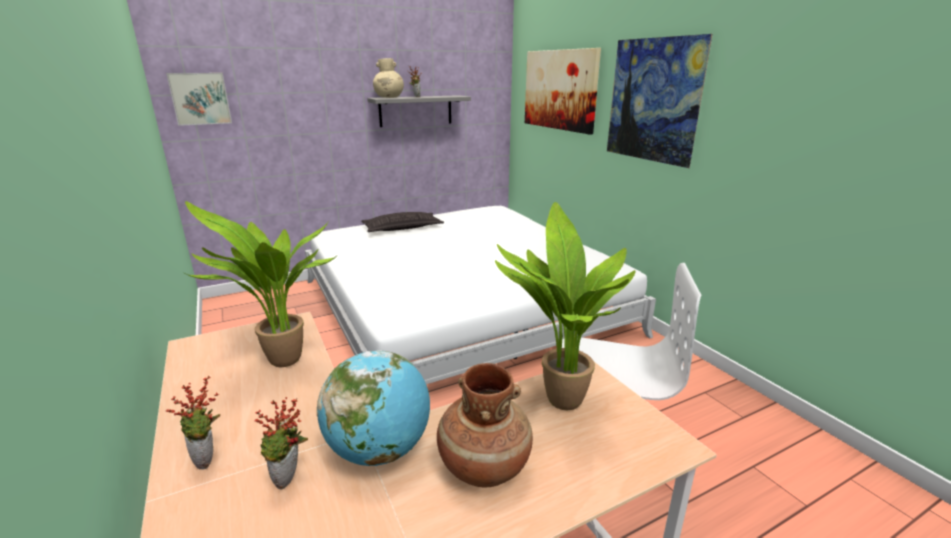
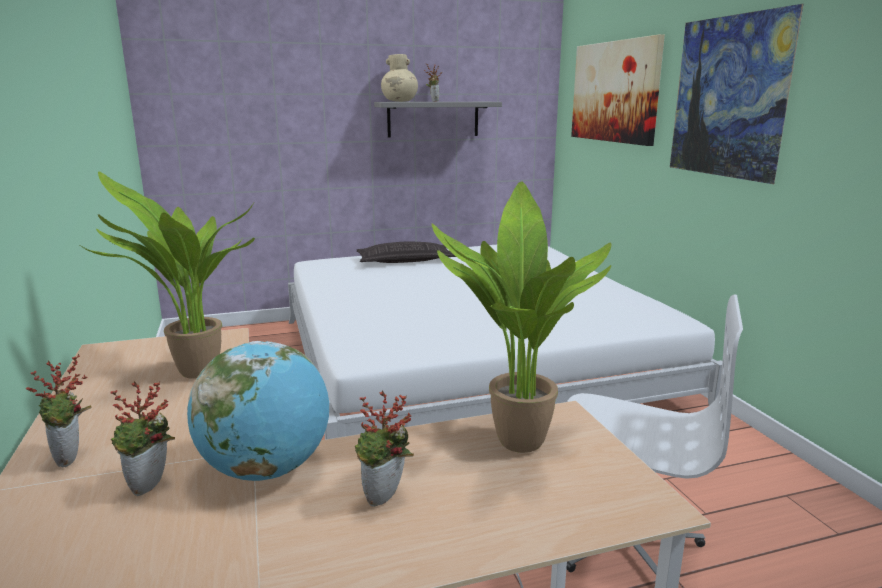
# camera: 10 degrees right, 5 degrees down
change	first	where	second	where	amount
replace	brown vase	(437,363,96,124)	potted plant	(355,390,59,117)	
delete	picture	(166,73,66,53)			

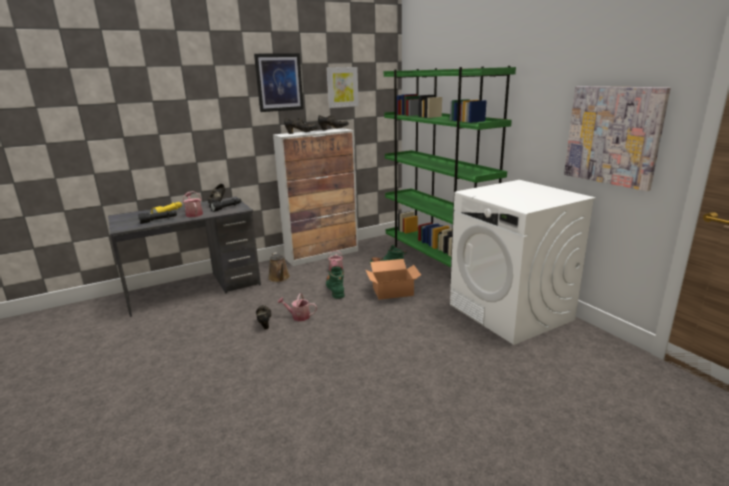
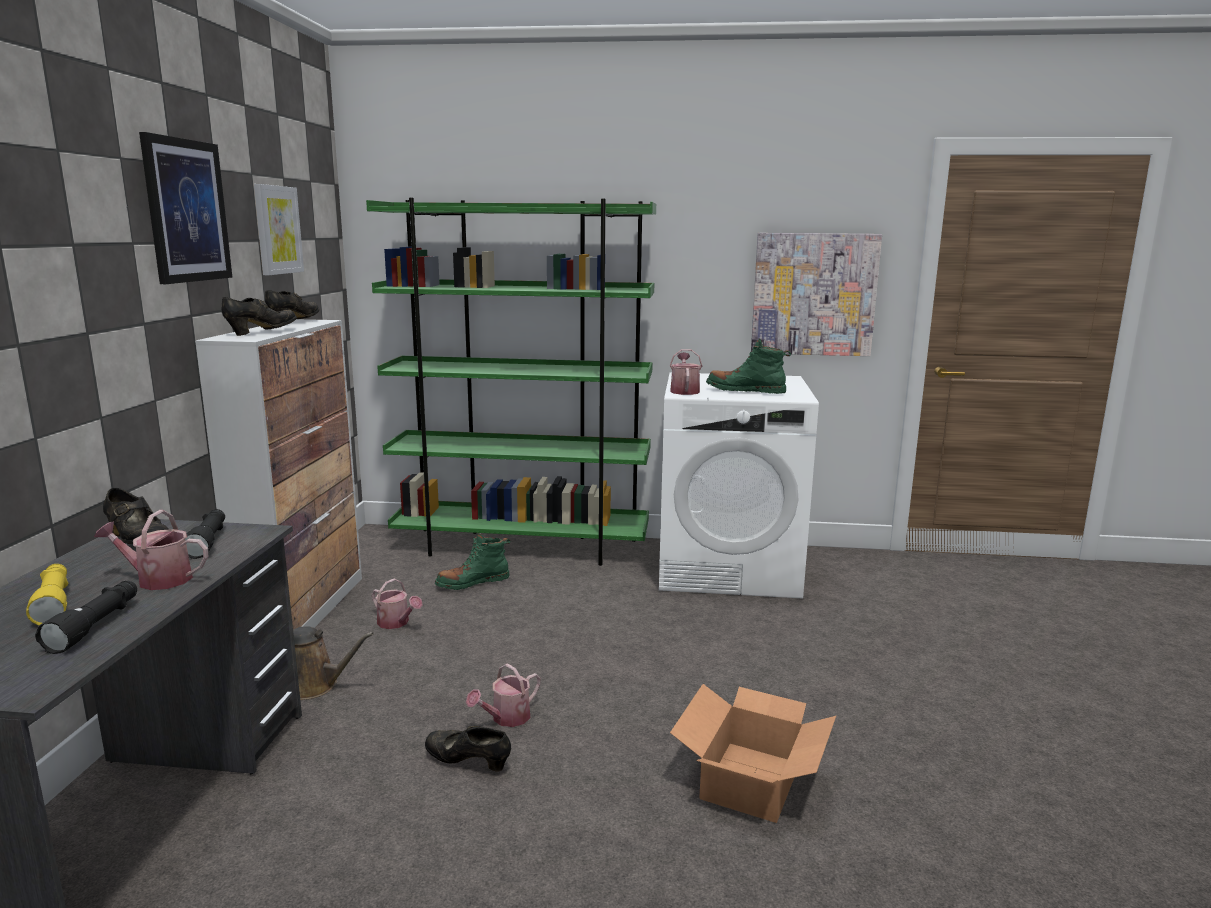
# camera: 55 degrees left, 5 degrees down
change	first	where	second	where	amount
insert			watering can	(670,349,32,46)	
move	cardboard box	(366,259,55,41)		(670,684,166,139)	
move	green boot	(326,266,19,33)		(706,339,85,55)	

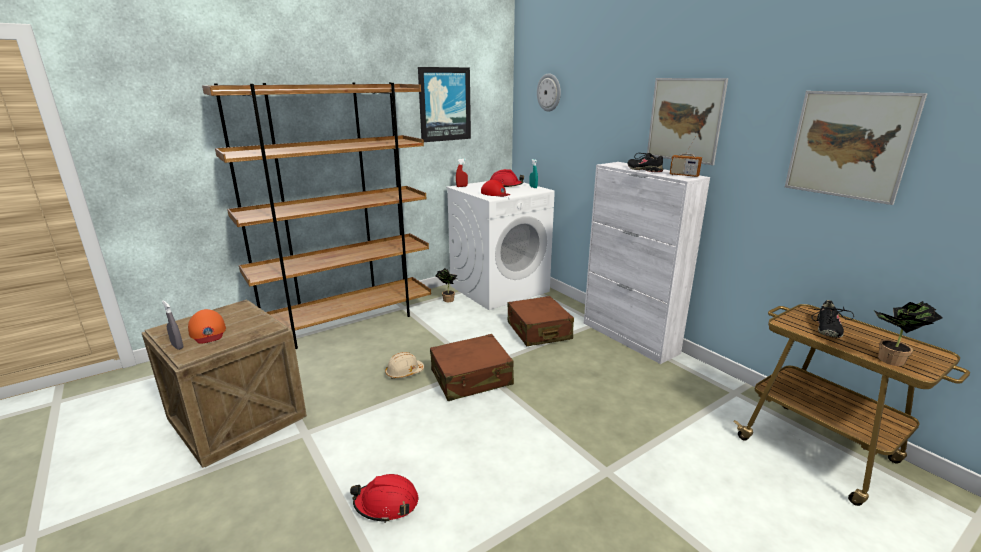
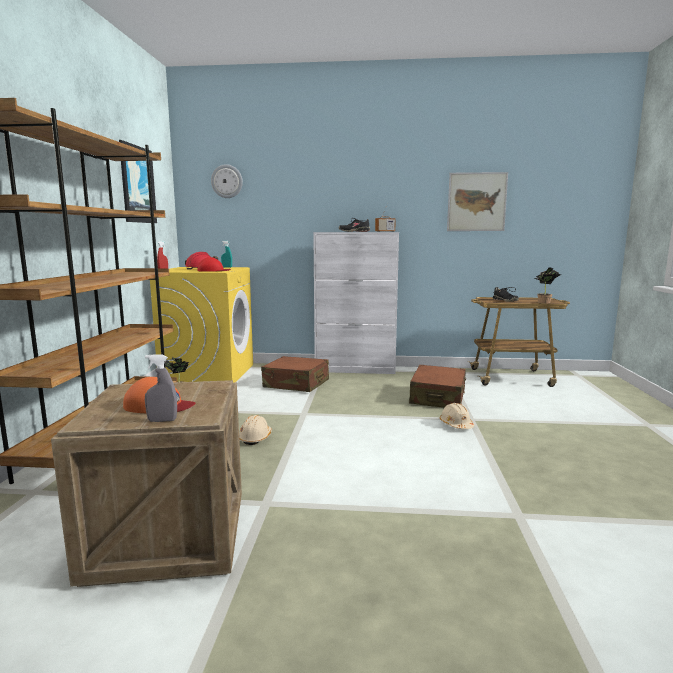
# camera: 50 degrees left, 10 degrees down
change	first	where	second	where	amount
recolor	white washing machine	(446,181,109,129)	yellow washing machine	(150,267,103,116)	
move	brown suitcase	(430,334,84,67)		(409,365,57,43)	
insert			beige hard hat	(440,403,34,26)	
delete	red hard hat	(350,474,68,49)			
delete	picture	(647,78,81,87)			

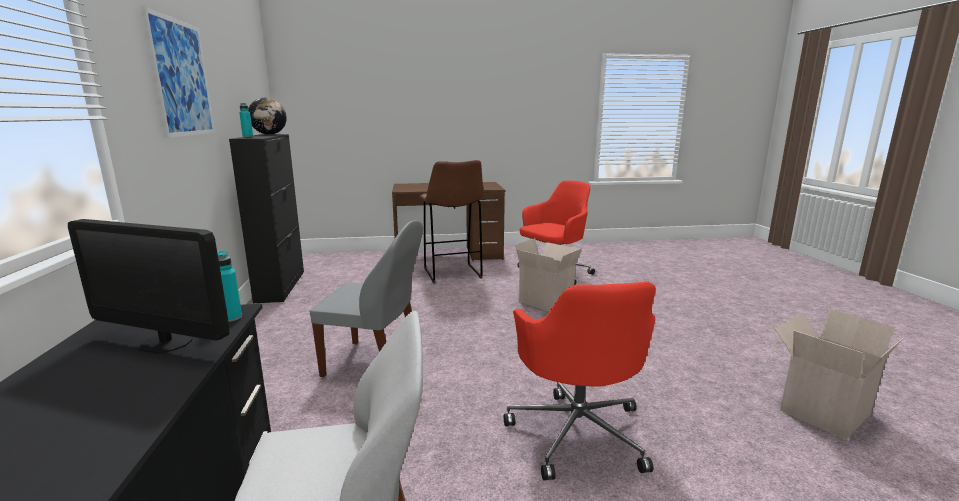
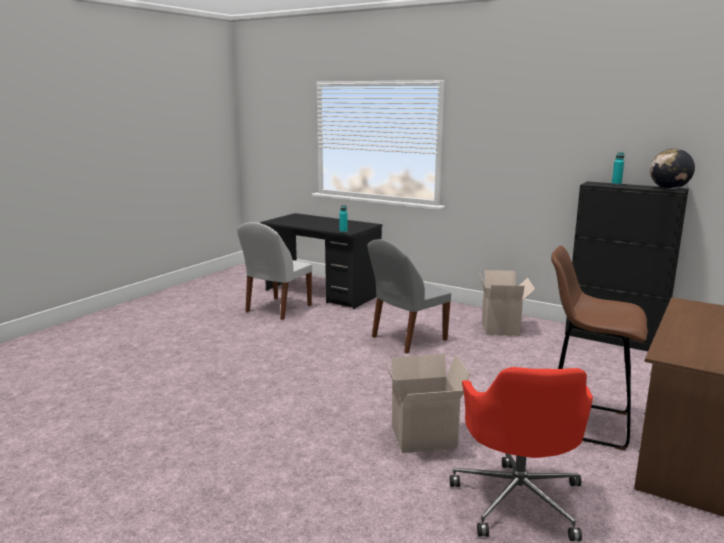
# camera: 130 degrees right, 0 degrees up
change	first	where	second	where	amount
move	cardboard box	(775,309,129,131)		(479,270,56,66)	
delete	monitor	(68,219,162,135)			
delete	picture	(141,6,74,132)			
delete	red office chair	(504,281,152,200)			

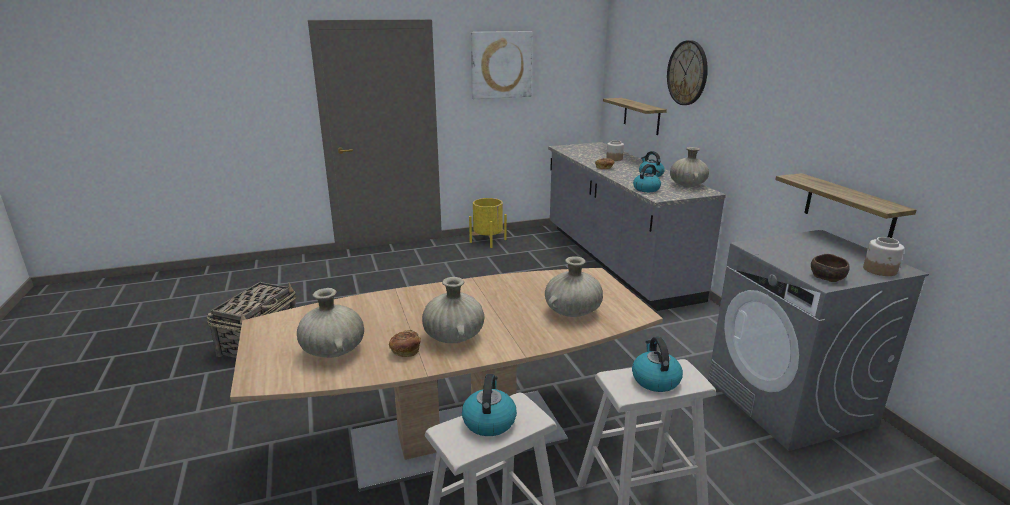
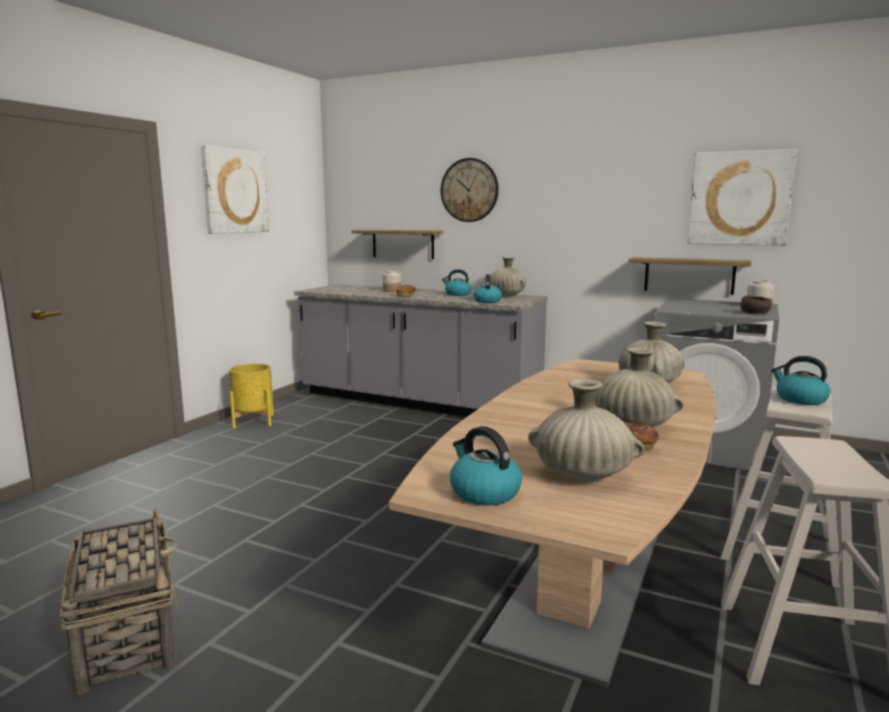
# camera: 45 degrees left, 10 degrees down
change	first	where	second	where	amount
move	kettle	(462,374,55,62)		(450,426,72,79)	
insert			picture	(688,149,109,97)	

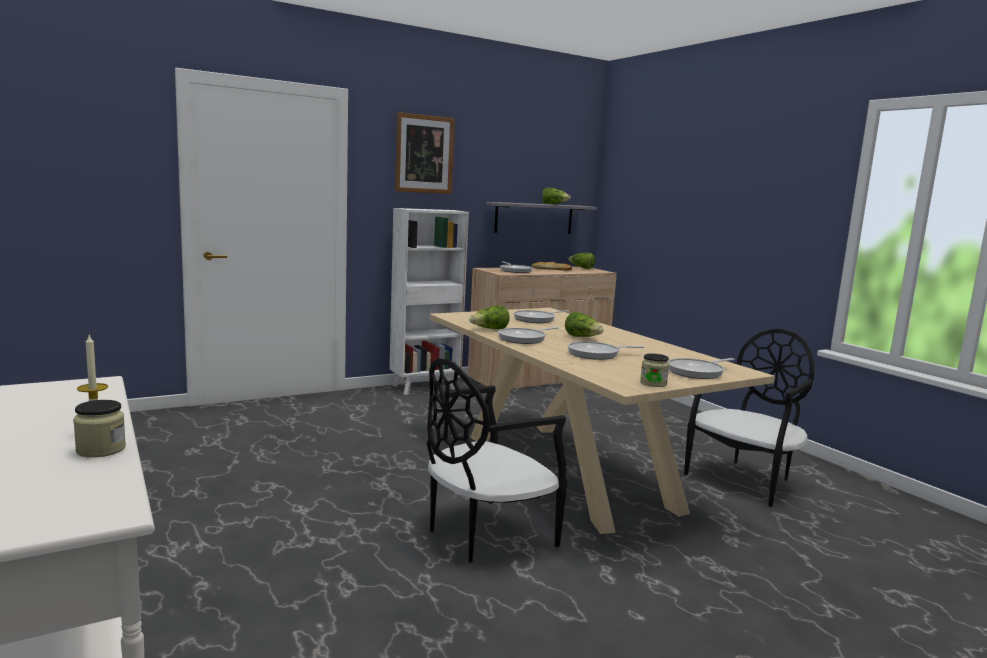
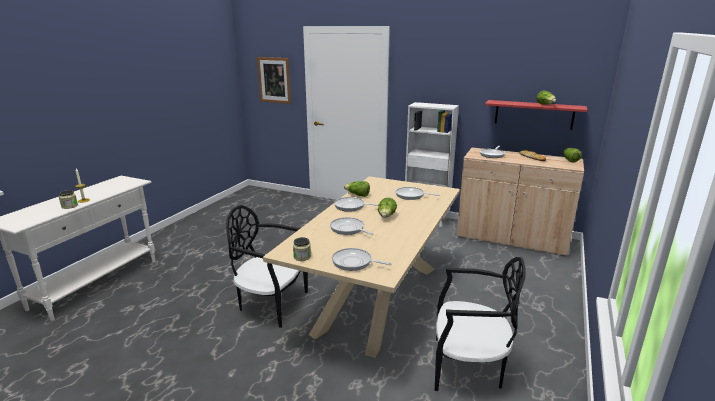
# camera: 55 degrees right, 10 degrees up
change	first	where	second	where	amount
move	picture	(395,112,59,82)		(257,57,34,47)	
recolor	grey shelf	(486,202,111,32)	red shelf	(485,100,102,30)	

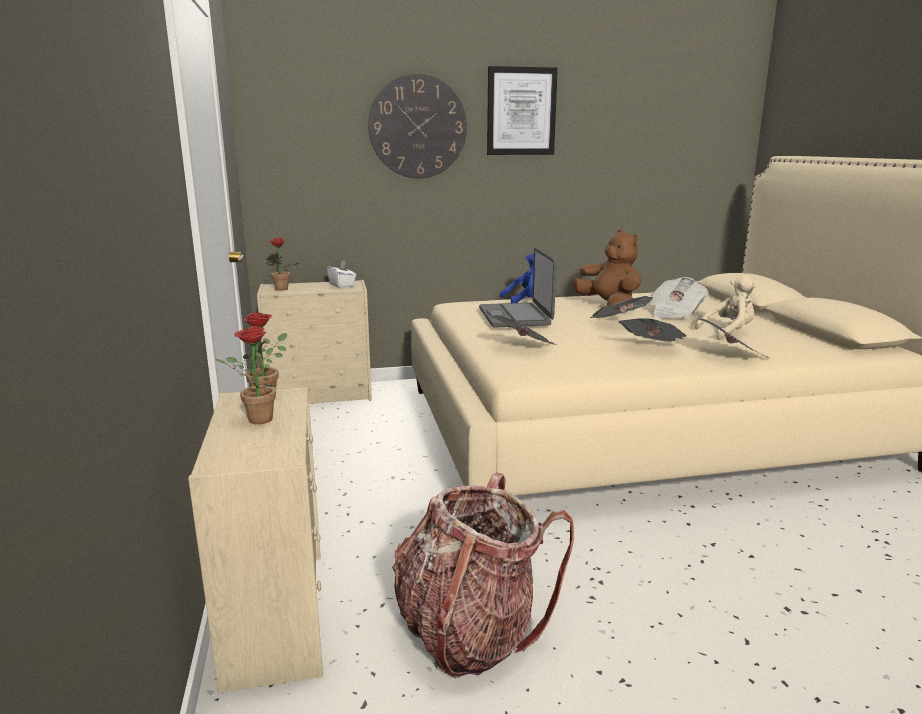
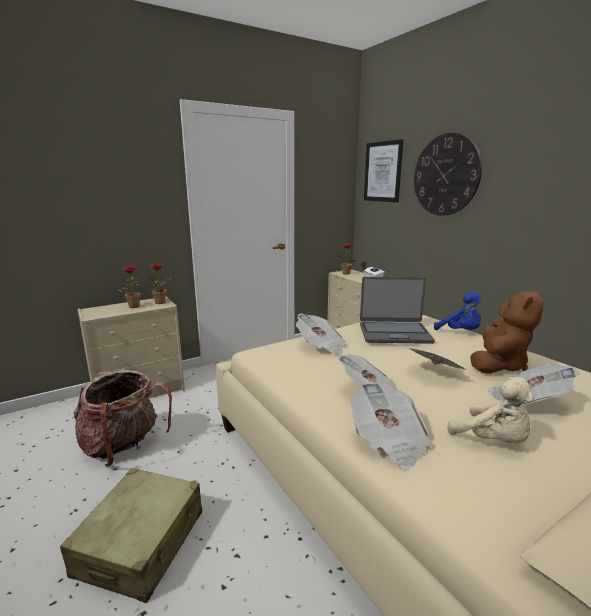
# camera: 70 degrees right, 0 degrees up
change	first	where	second	where	amount
insert			beige suitcase	(60,468,142,135)	
rotate	laptop	(479,248,78,79)		(360,277,75,67)	150 degrees counterclockwise
move	picture	(487,66,71,89)		(364,139,39,63)	

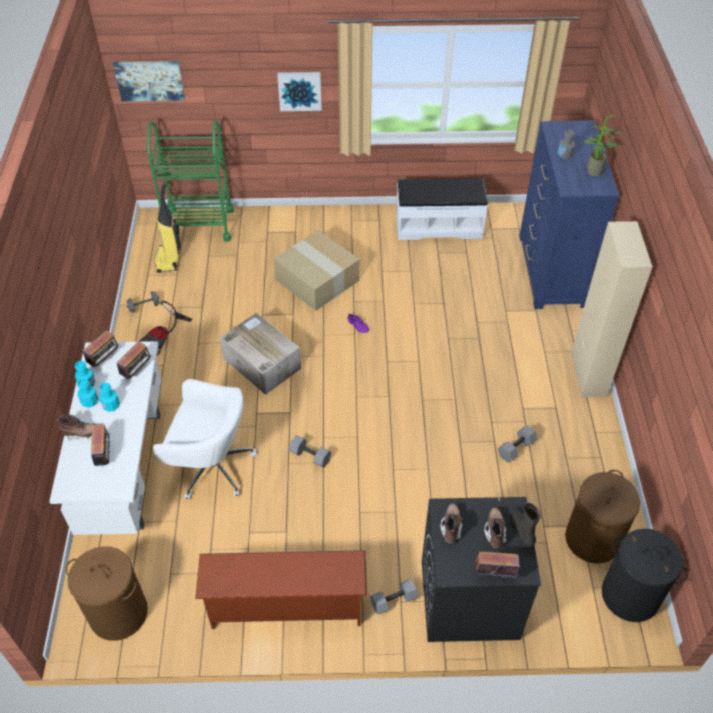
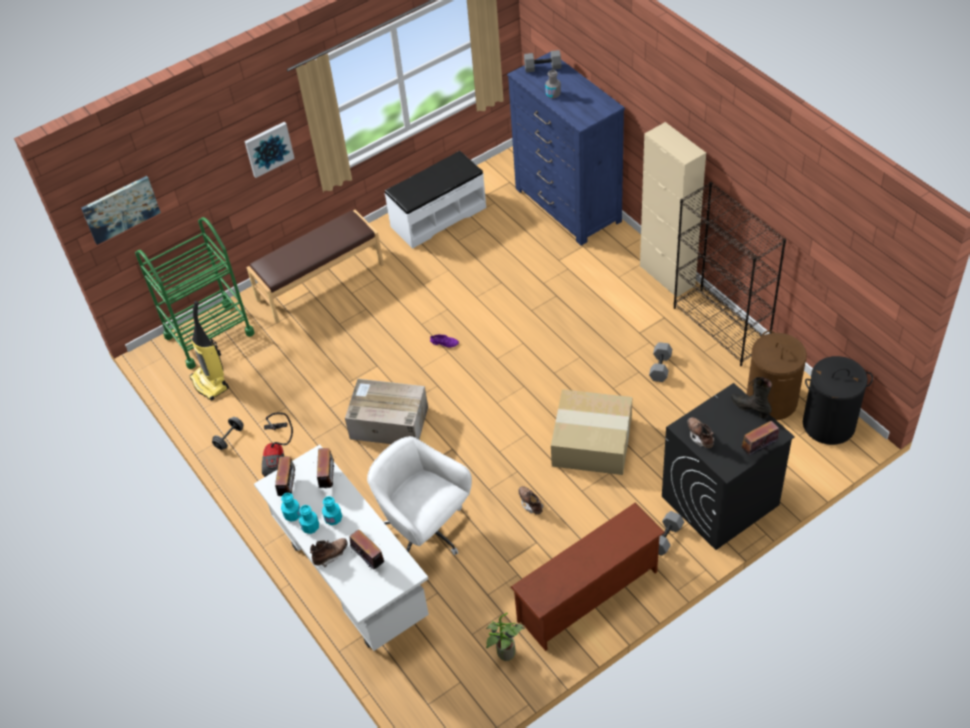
# camera: 30 degrees left, 0 degrees up
change	first	where	second	where	amount
insert			brown bench	(247,210,137,114)	
rotate	white office chair	(153,379,104,121)		(367,436,105,119)	120 degrees counterclockwise
move	potted plant	(582,115,39,61)		(486,613,39,48)	
move	brown boot	(484,508,23,40)		(518,486,25,29)	
move	grey dumbbell	(289,435,42,33)		(524,50,37,22)	
move	cardboard box	(273,230,87,81)		(551,389,81,86)	
insert			black bookcase	(674,182,112,184)	
delete	brown laundry basket	(65,546,83,95)			

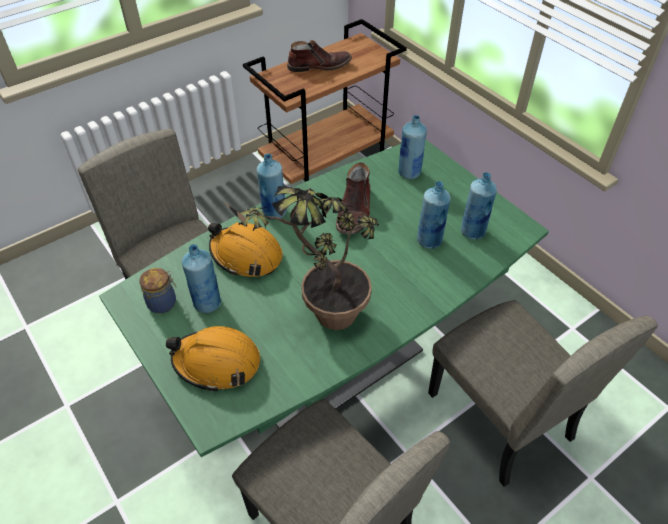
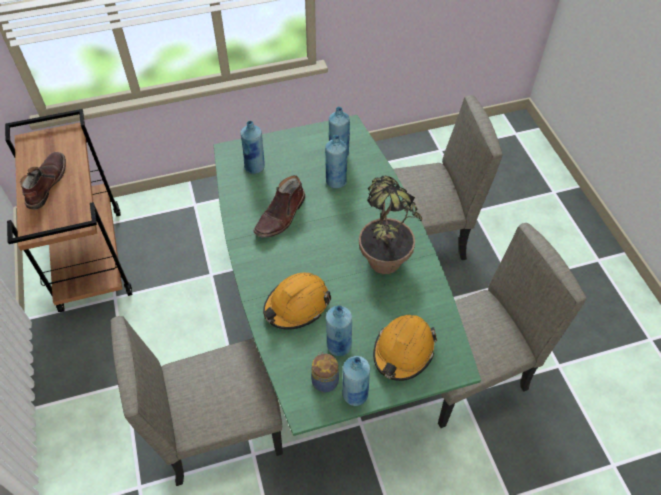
# camera: 70 degrees left, 5 degrees up
change	first	where	second	where	amount
rotate	brown boot	(336,162,34,72)		(253,175,52,63)	90 degrees clockwise
move	blue bottle	(257,154,30,66)		(342,356,28,50)	

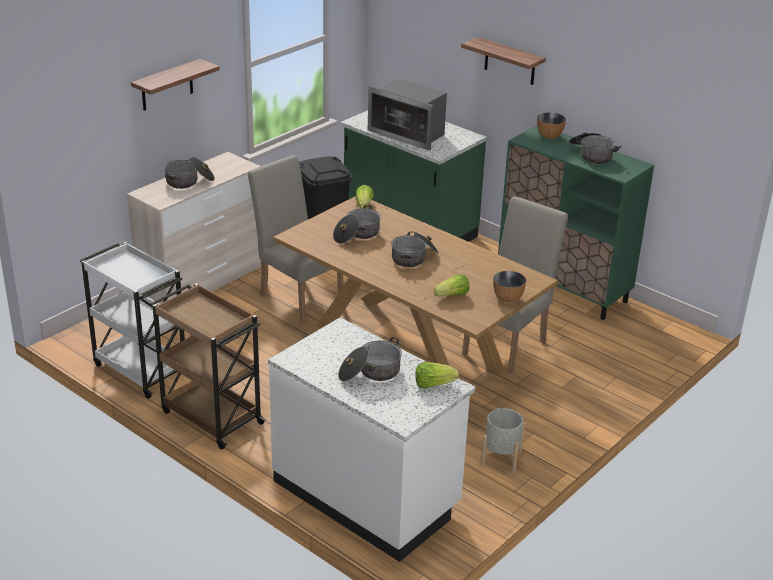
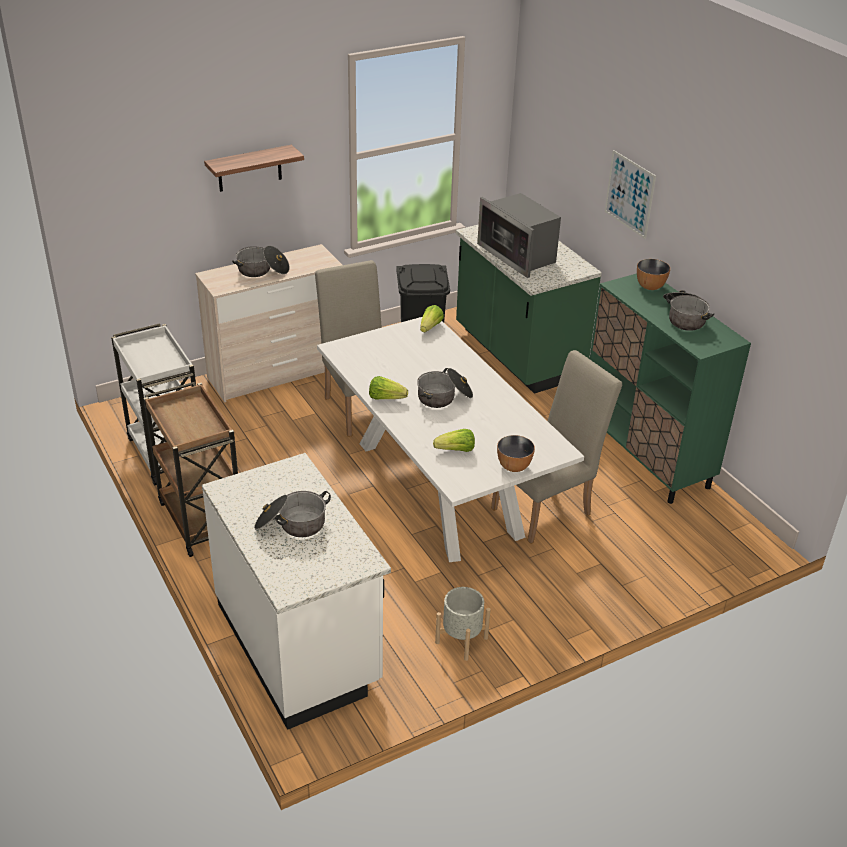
# camera: 20 degrees right, 5 degrees up
change	first	where	second	where	amount
recolor	brown dining table	(273,196,285,178)	white dining table	(317,317,267,245)	
move	lettuce	(415,362,44,26)		(369,376,39,24)	
replace	shelf	(461,37,85,48)	picture	(605,150,51,89)	
delete	cooking pot	(333,205,48,39)			

